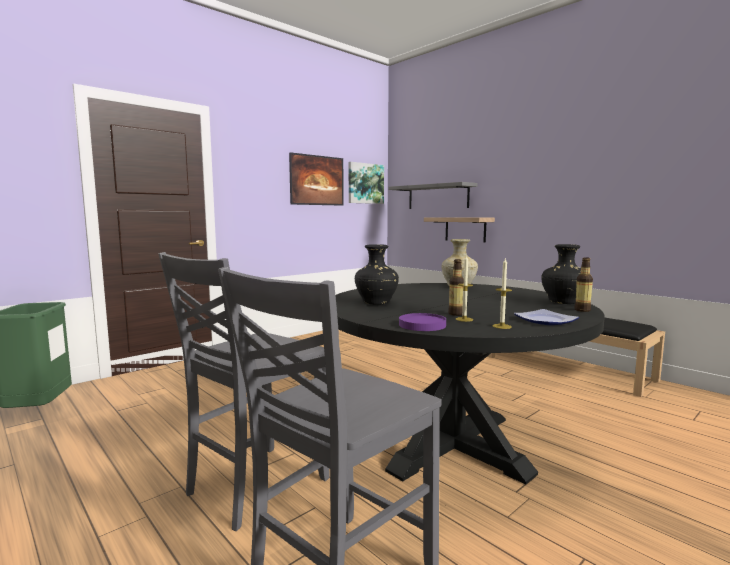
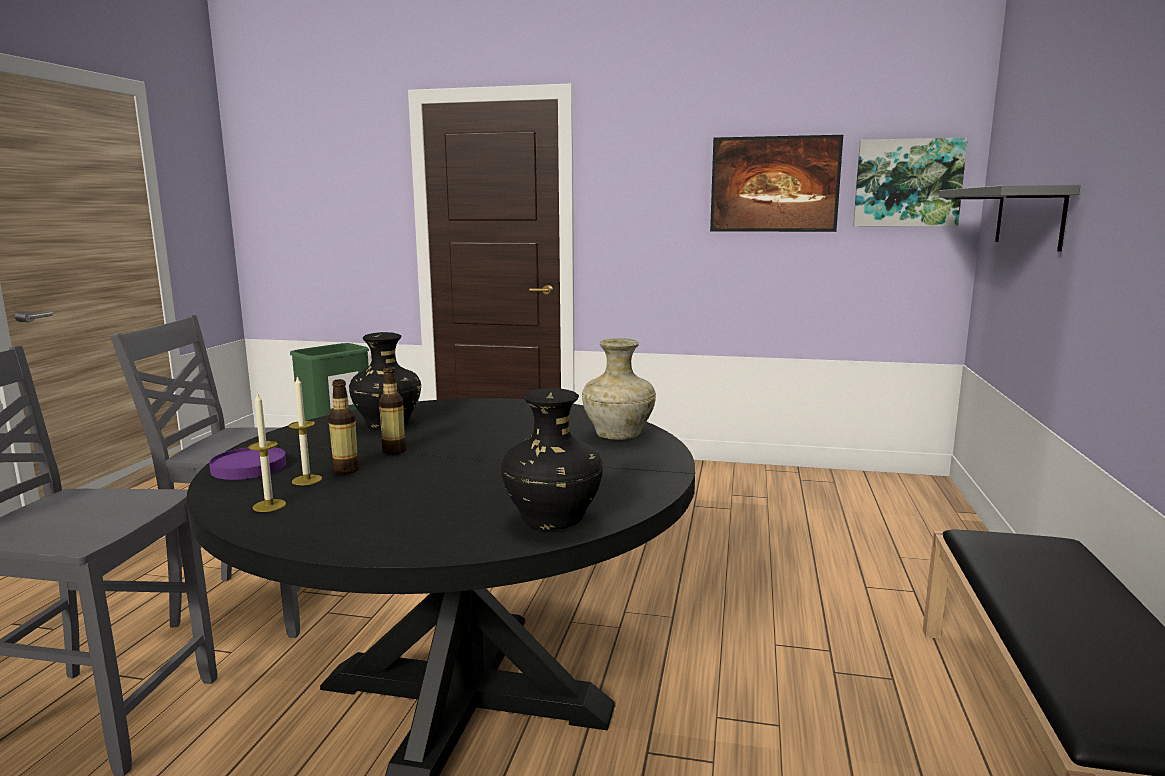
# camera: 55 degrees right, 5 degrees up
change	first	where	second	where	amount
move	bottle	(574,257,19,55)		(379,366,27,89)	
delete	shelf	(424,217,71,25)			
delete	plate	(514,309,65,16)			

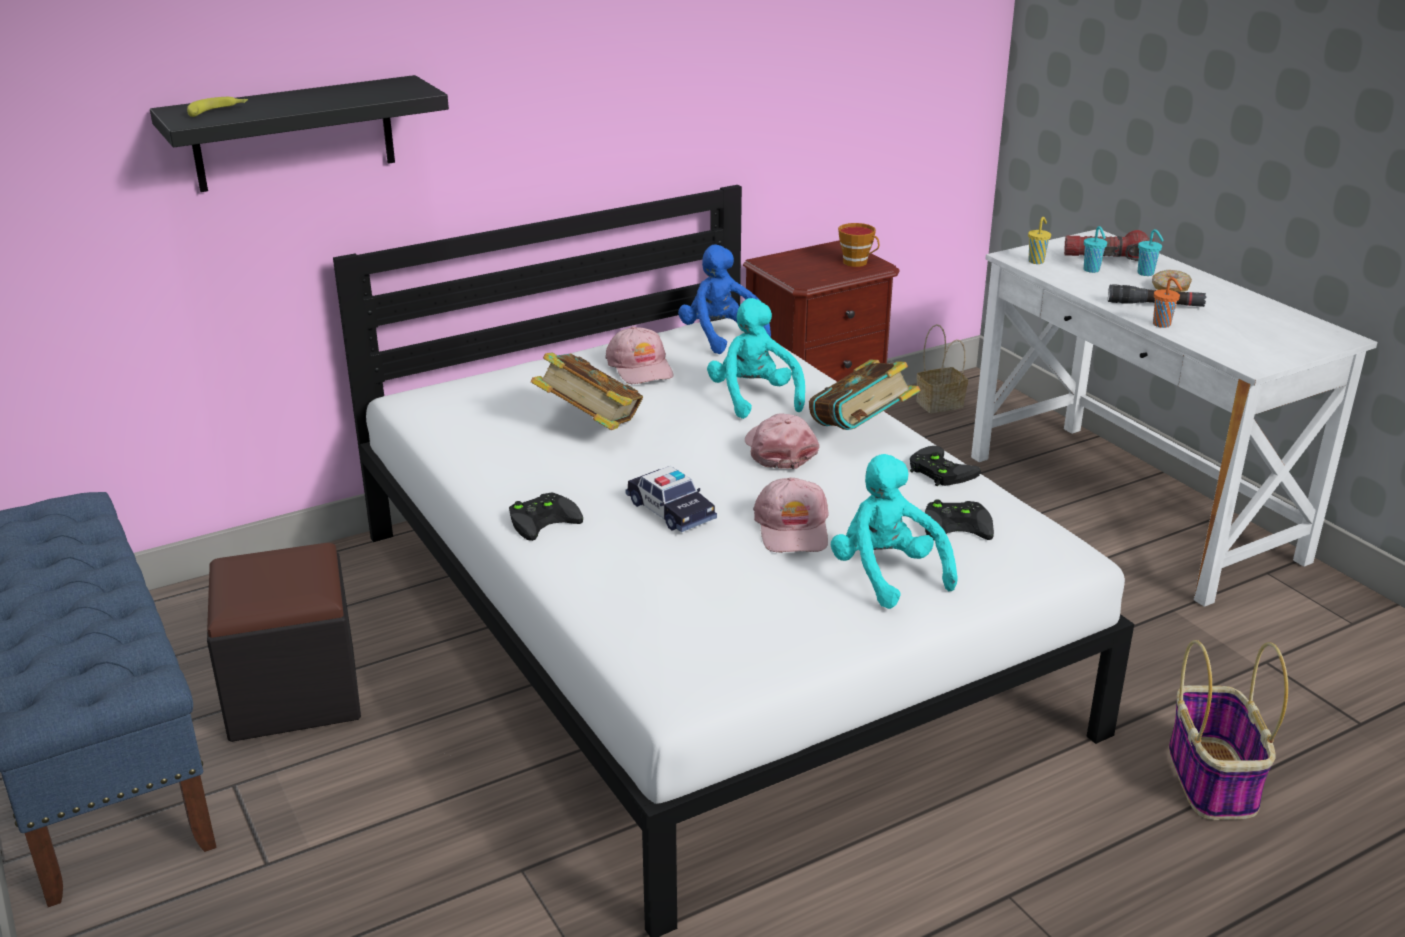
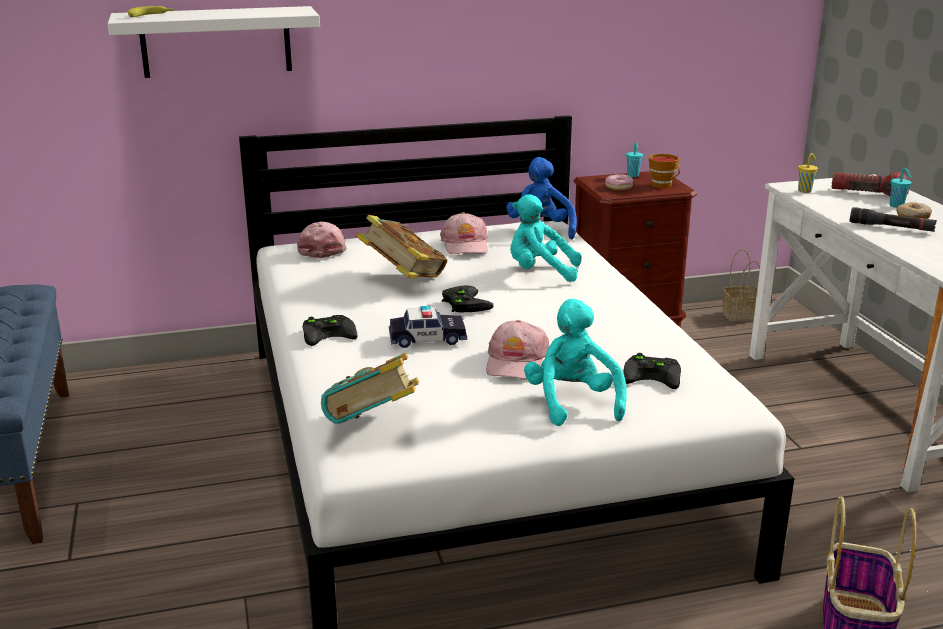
# camera: 15 degrees right, 5 degrees down
change	first	where	second	where	amount
recolor	black shelf	(150,75,299,117)	white shelf	(108,6,212,72)	
move	pink cap	(745,413,75,56)		(297,222,50,36)	
move	book	(809,360,111,70)		(321,353,98,71)	
rotate	toy car	(626,466,91,66)		(389,306,78,42)	75 degrees counterclockwise
move	black game controller	(910,446,71,40)		(442,285,52,27)	
rotate	turquoise plush toy	(707,298,98,121)		(510,194,72,88)	75 degrees counterclockwise
insert			donut	(605,174,29,16)	
move	turquoise cup	(1084,226,23,47)		(626,143,17,34)	
delete	black ottoman	(207,543,154,199)			
delete	orange cup	(1153,277,30,51)			

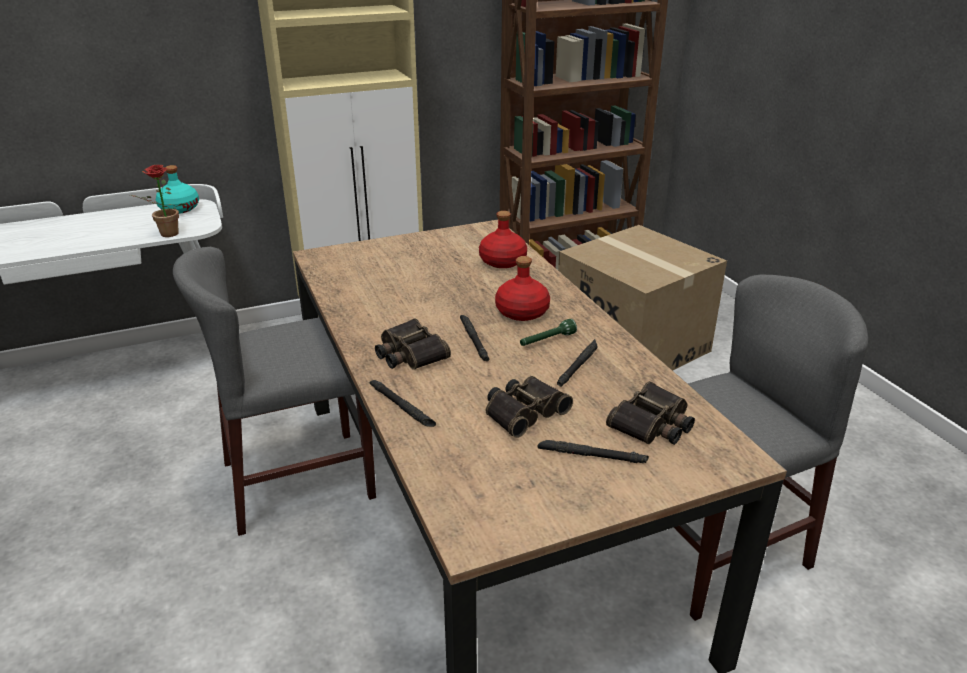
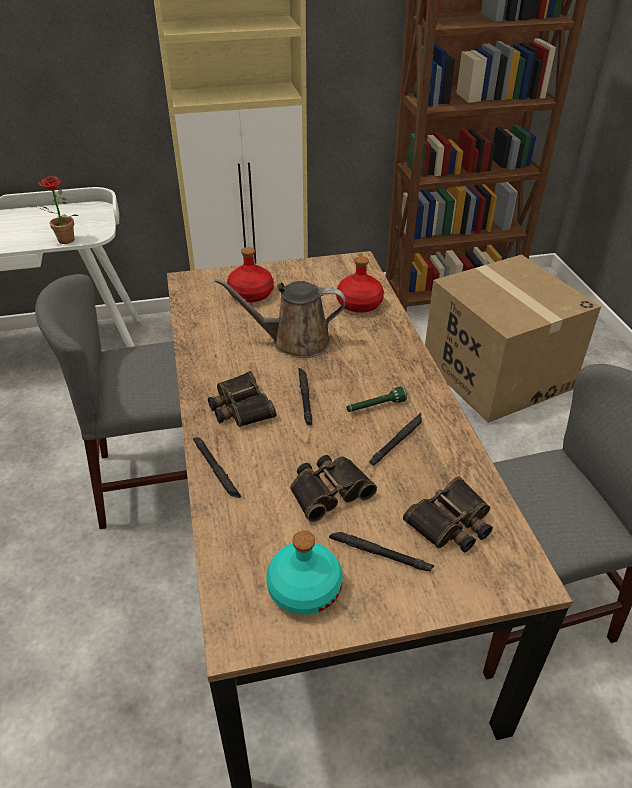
# camera: 10 degrees right, 10 degrees up
change	first	where	second	where	amount
insert			brown watering can	(214,278,131,80)	
move	red bottle	(495,256,55,65)		(227,247,47,56)	
move	turquoise bottle	(156,165,43,49)		(266,531,77,84)	

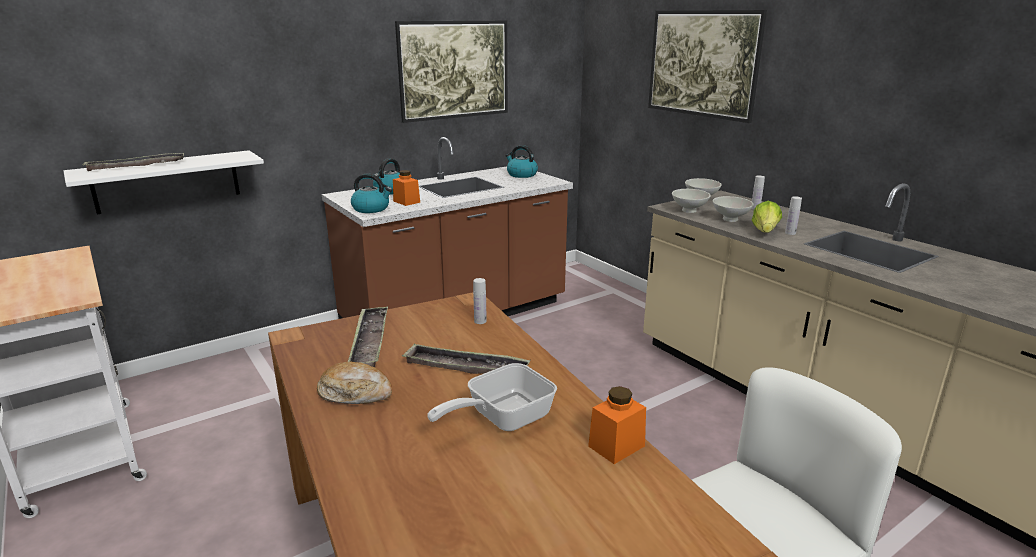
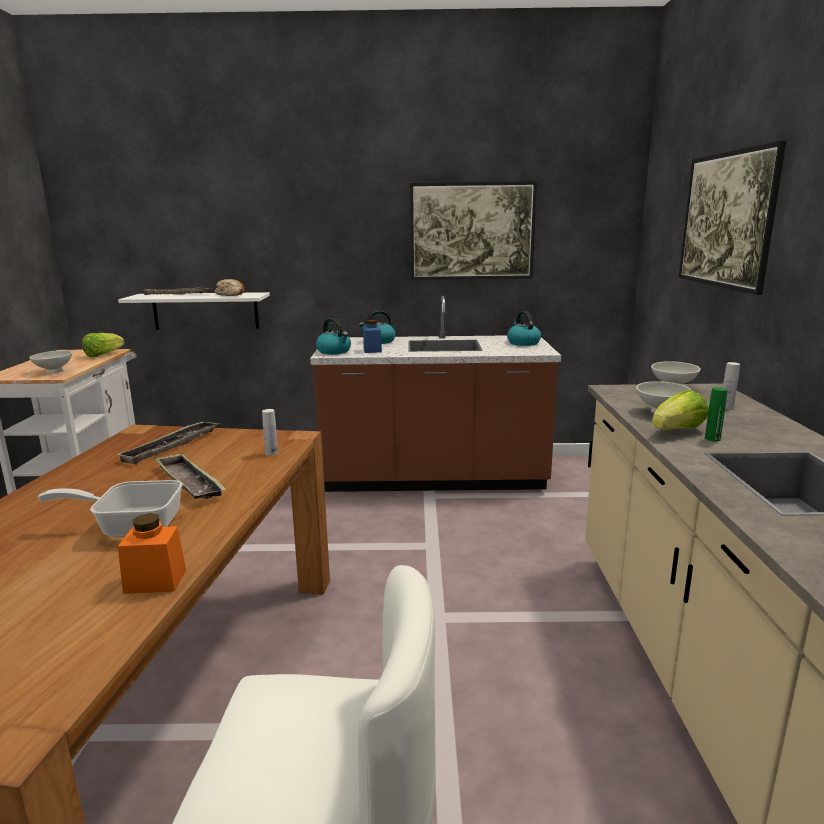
# camera: 35 degrees right, 5 degrees down
change	first	where	second	where	amount
move	white bowl	(672,189,39,24)		(29,350,43,23)	
insert			lettuce	(82,333,42,24)	
move	bread	(317,362,75,42)		(215,279,30,17)	
recolor	orange jar	(393,170,27,36)	blue jar	(363,320,19,33)	
recolor	white bottle	(785,196,17,39)	green bottle	(705,387,23,55)	

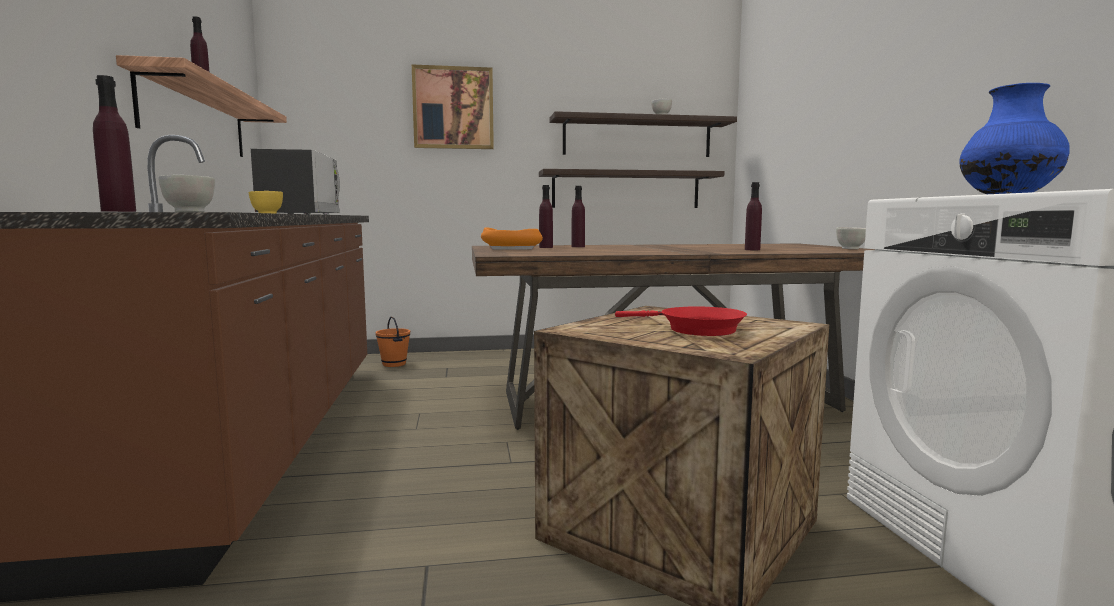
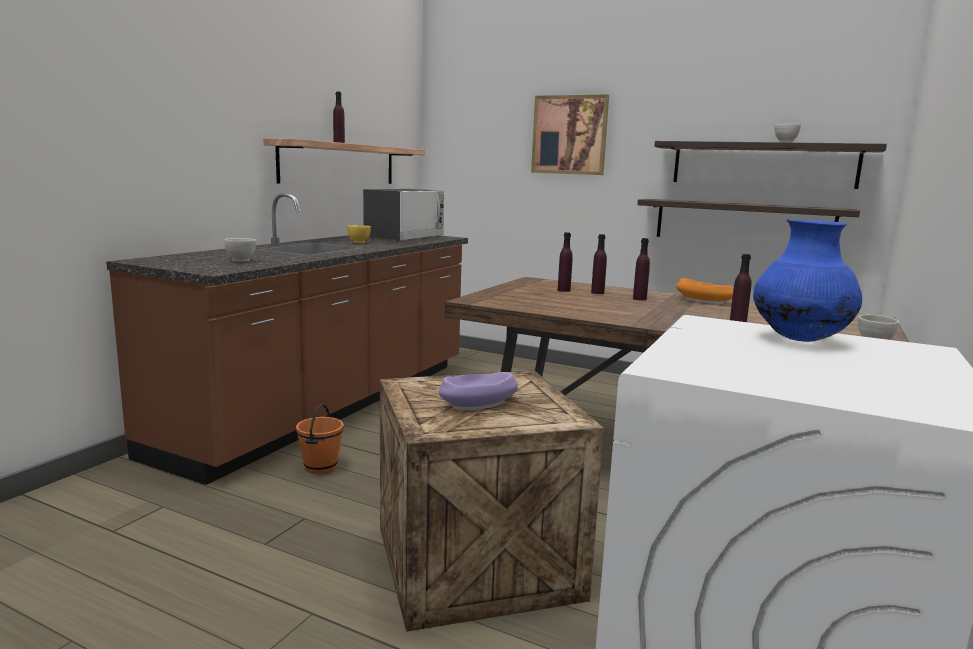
# camera: 35 degrees right, 5 degrees up
change	first	where	second	where	amount
move	orange bucket	(375,316,35,51)		(296,404,48,71)	
replace	red frying pan	(615,306,132,30)	purple bowl	(439,372,79,38)	
move	purple bottle	(93,75,43,137)		(633,238,17,62)	
move	orange bowl	(481,227,62,23)		(676,278,57,26)	

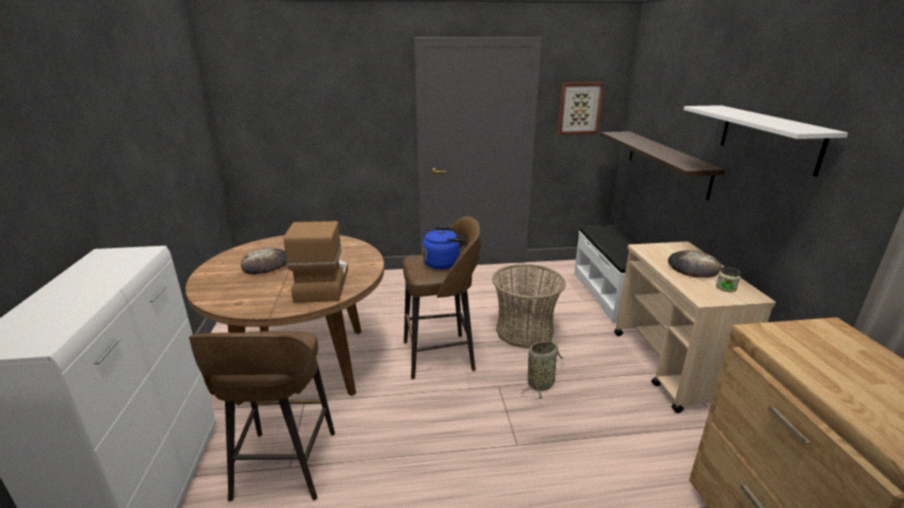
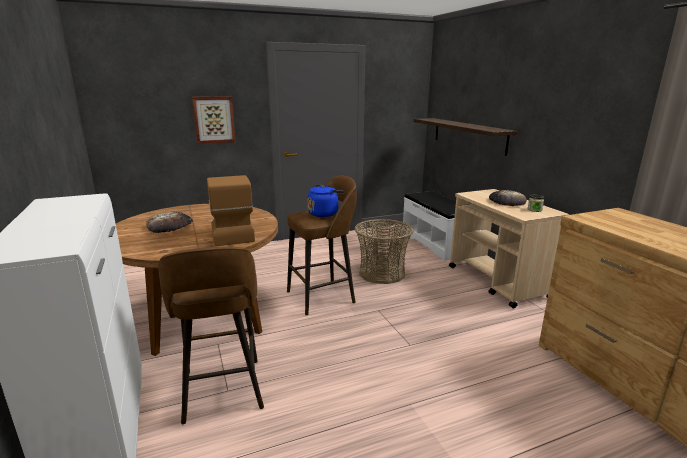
# camera: 15 degrees left, 5 degrees down
change	first	where	second	where	amount
move	picture	(557,82,47,53)		(192,96,44,48)	
delete	basket	(522,341,43,58)			
delete	white shelf	(684,105,164,72)			

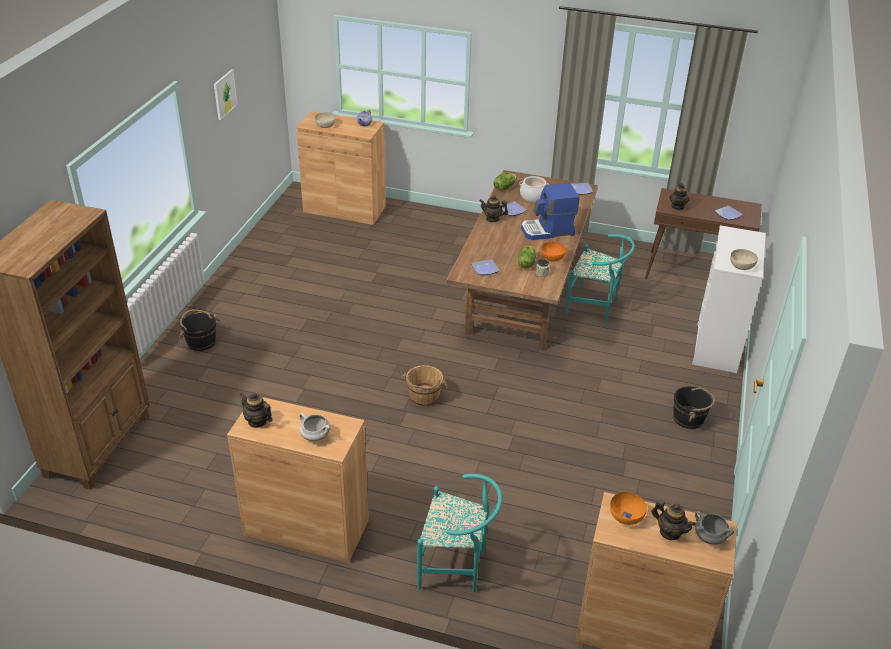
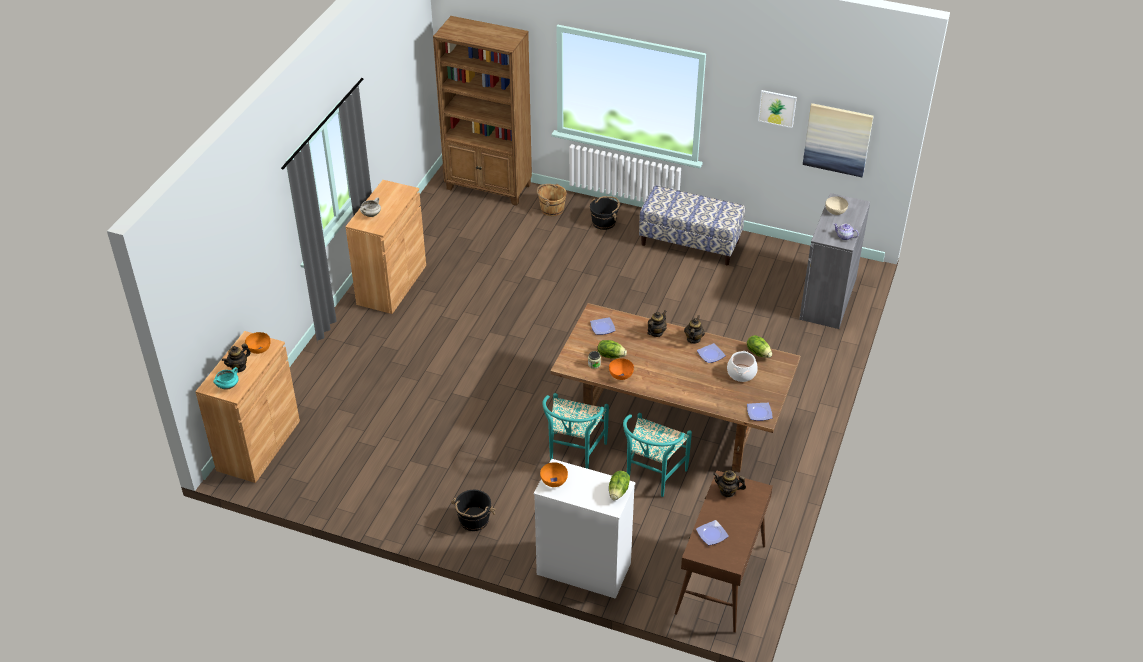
# camera: 95 degrees right, 5 degrees up
change	first	where	second	where	amount
recolor	grey cooking pot	(695,511,39,34)	turquoise cooking pot	(213,367,26,23)	
move	brown bucket	(401,365,47,42)		(537,184,30,32)	
recolor	beige bowl	(730,249,28,21)	orange bowl	(540,462,28,25)	
move	turquoise chair	(417,474,85,118)		(542,393,67,76)	
insert			lettuce	(609,471,21,30)	
insert			bench	(639,186,106,79)	
move	teapot	(240,393,33,35)		(647,310,20,27)	
recolor	brown cabinet	(296,111,90,114)	grey cabinet	(799,193,71,136)	
insert			picture	(803,103,71,74)	
delete	coffee machine	(521,183,58,57)			

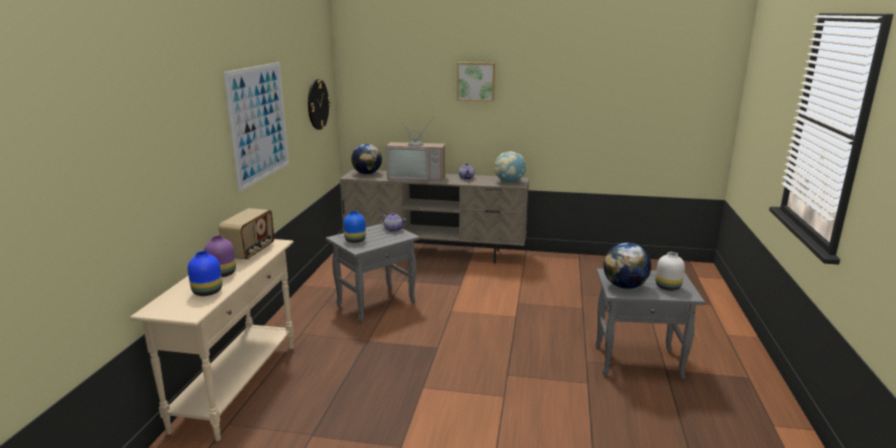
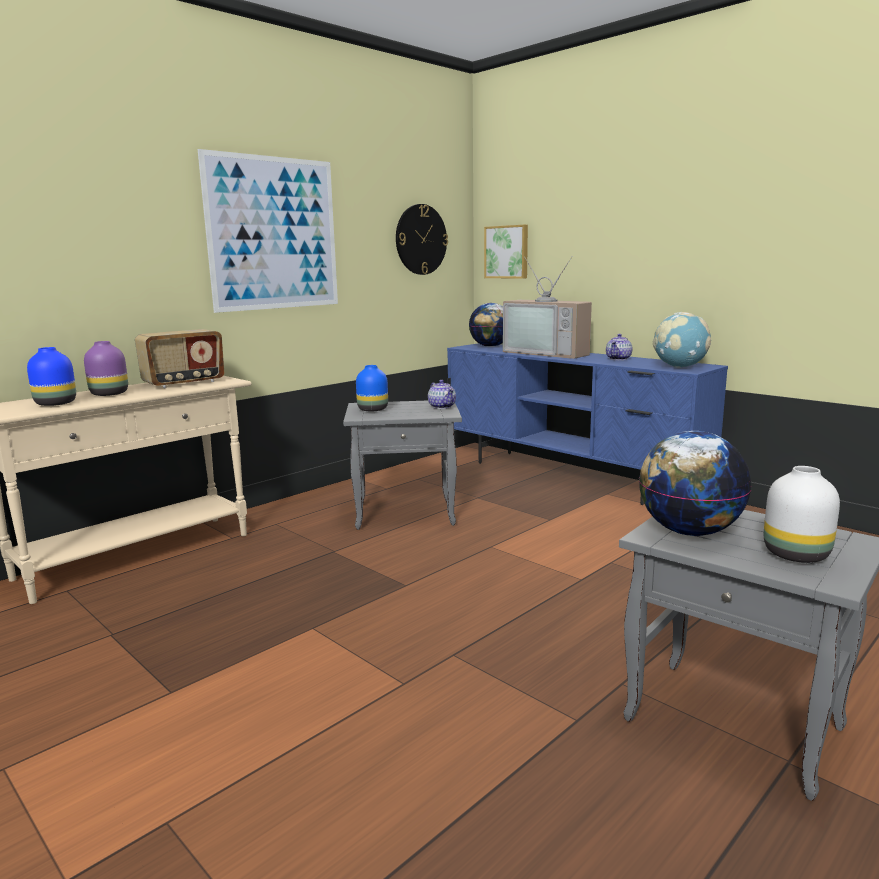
# camera: 35 degrees right, 5 degrees down
change	first	where	second	where	amount
recolor	beige tv stand	(340,169,189,95)	blue tv stand	(447,343,281,162)	
move	picture	(457,62,38,40)		(484,225,44,54)	

